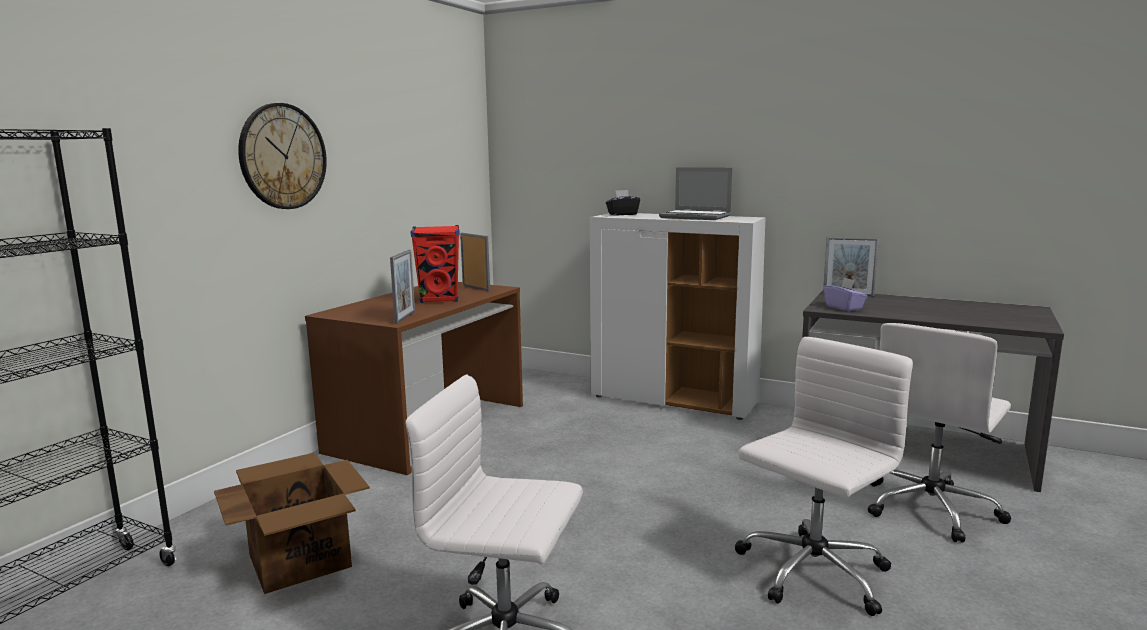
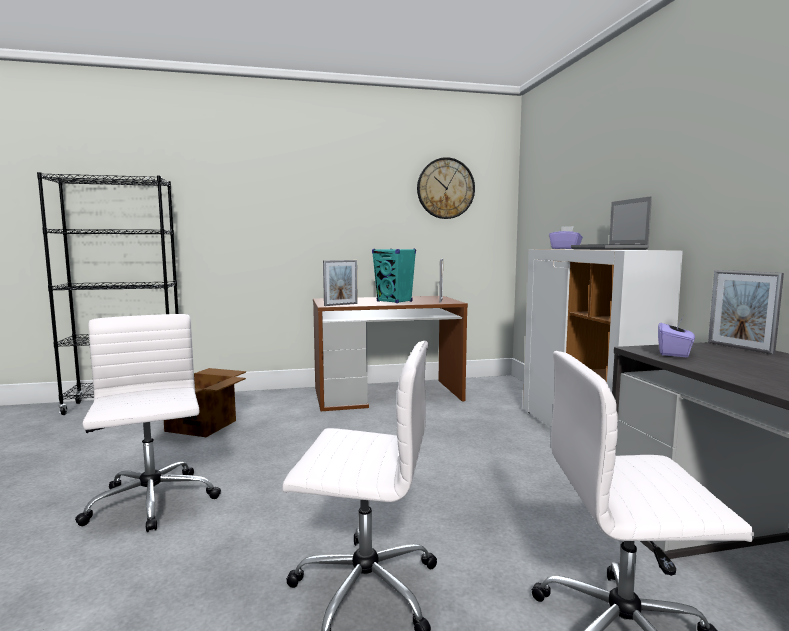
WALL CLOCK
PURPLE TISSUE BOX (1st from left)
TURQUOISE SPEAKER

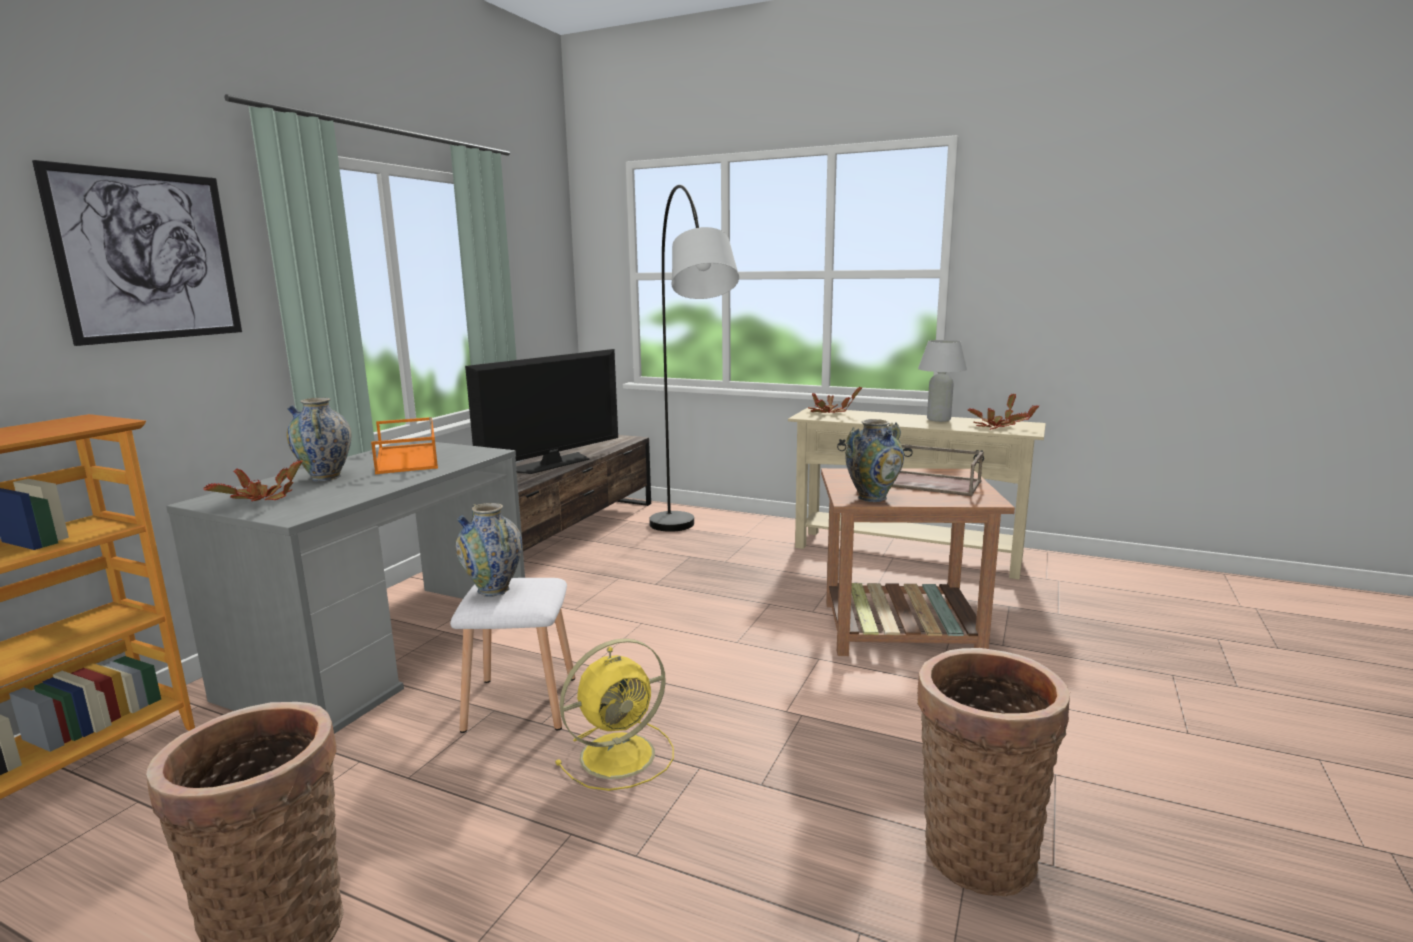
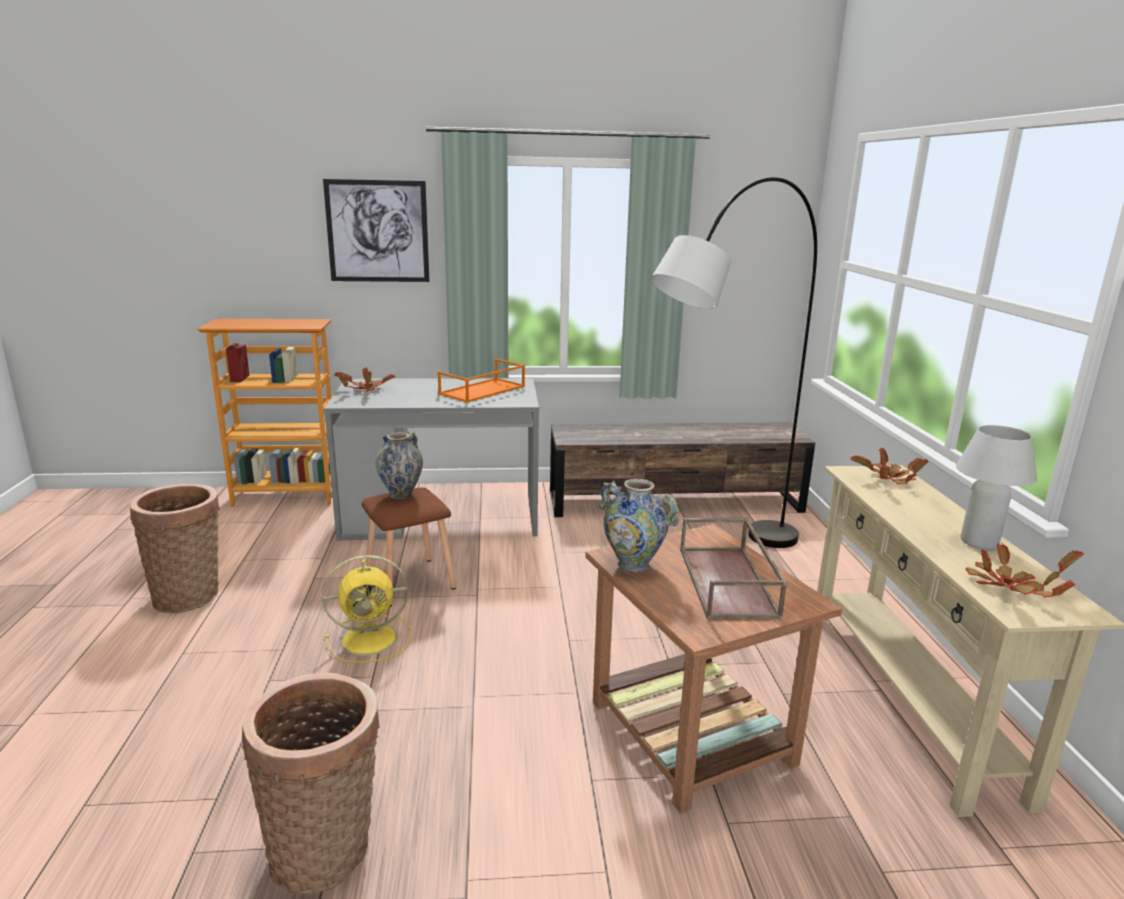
TELEVISION
VASE (1st from left in the first image)
BROWN STOOL
YELLOW FAN

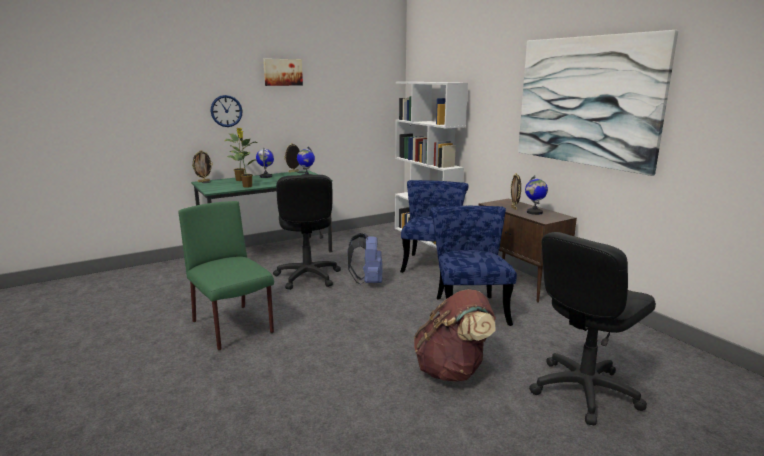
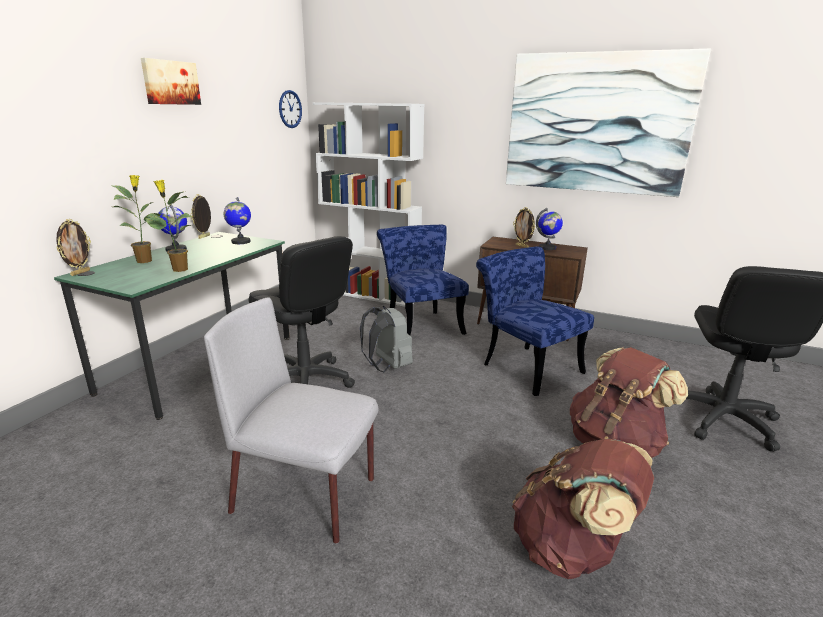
WALL CLOCK
GREY CHAIR
GREY BACKPACK
BROWN BACKPACK (1st from left)

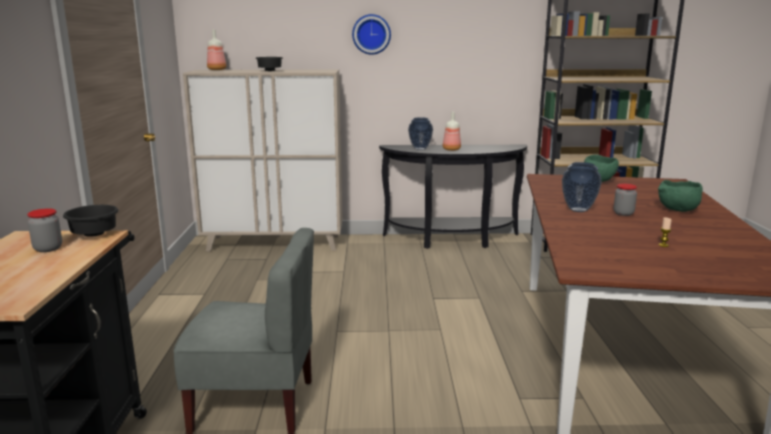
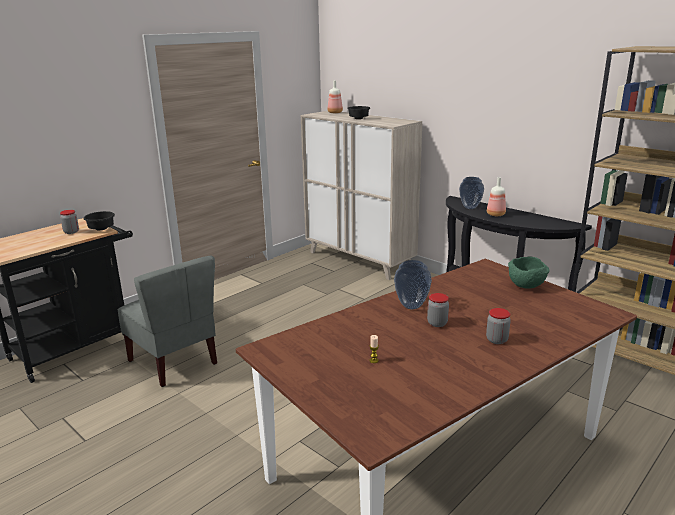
WALL CLOCK
JAR (3rd from left)

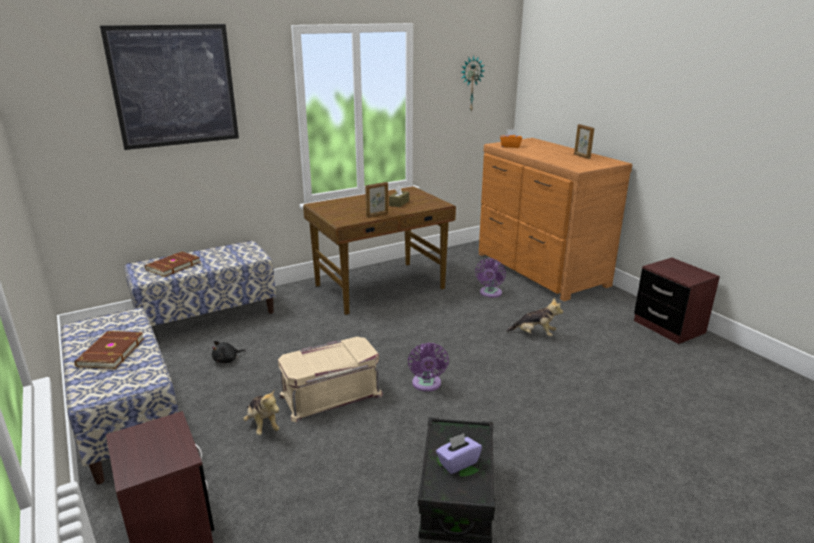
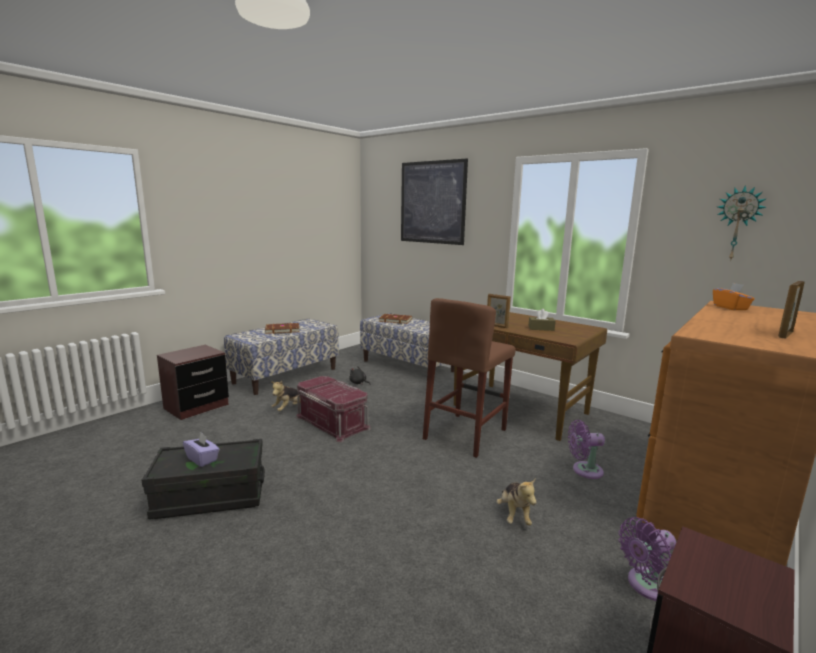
RED STORAGE BOX
PURPLE FAN (2nd from left)
BROWN STOOL

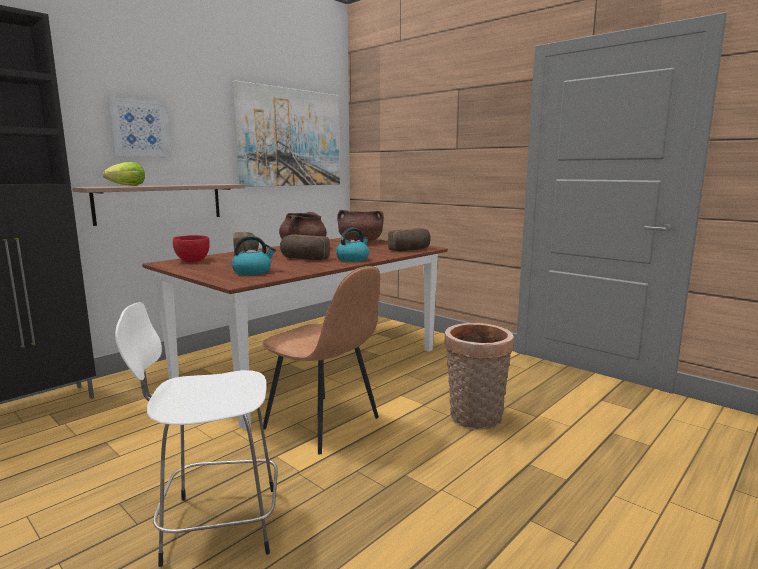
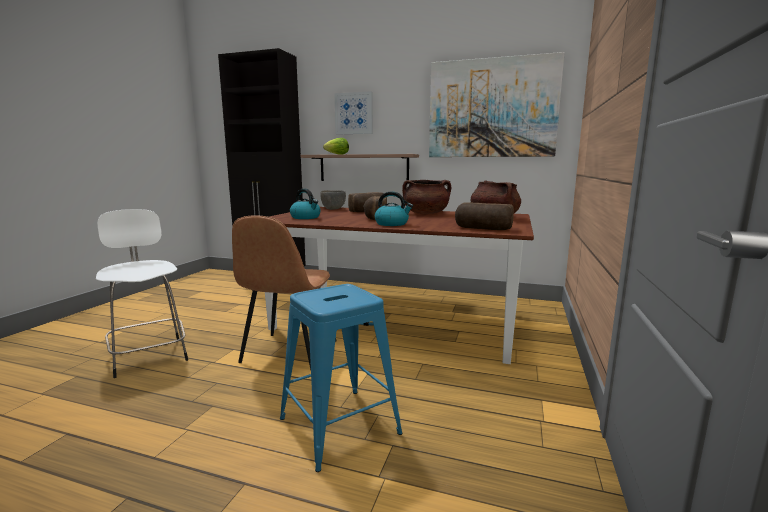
GREY BOWL
BLUE STOOL

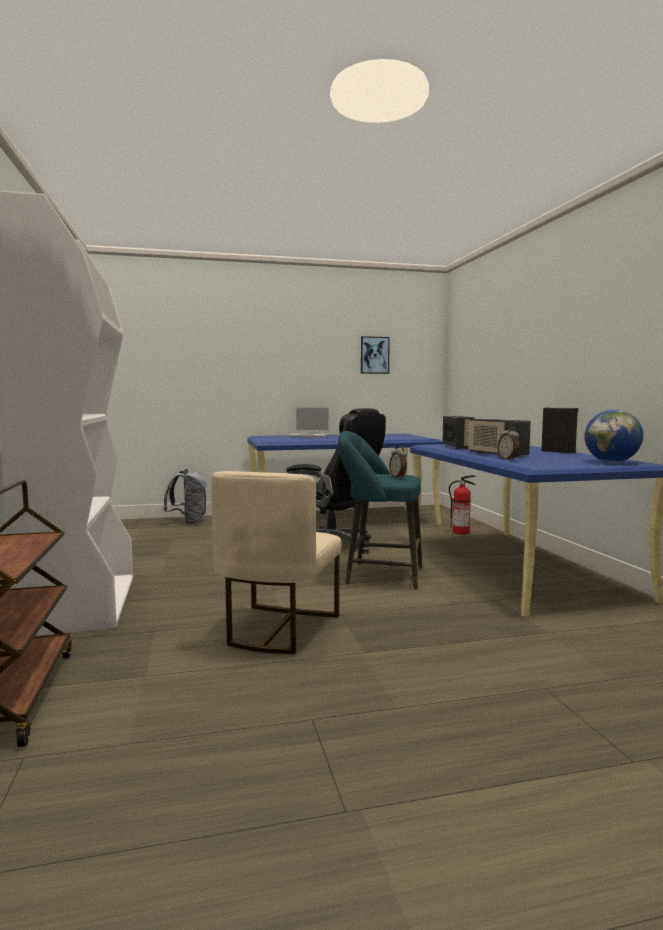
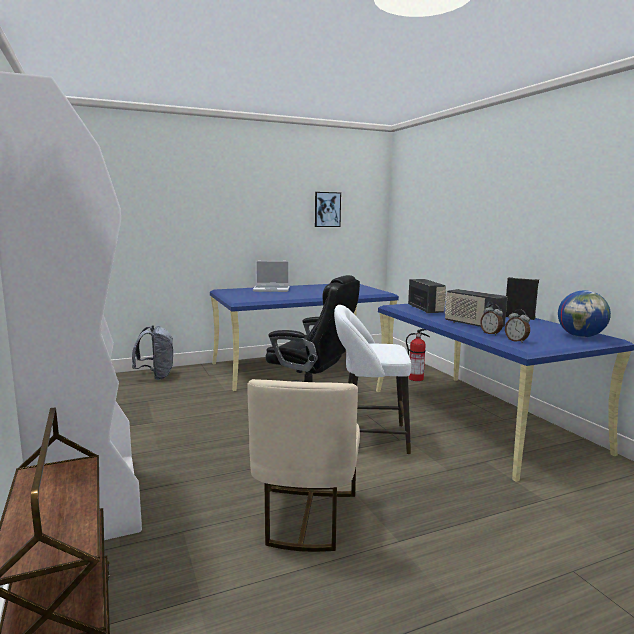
WHITE STOOL
ALARM CLOCK (2nd from left)

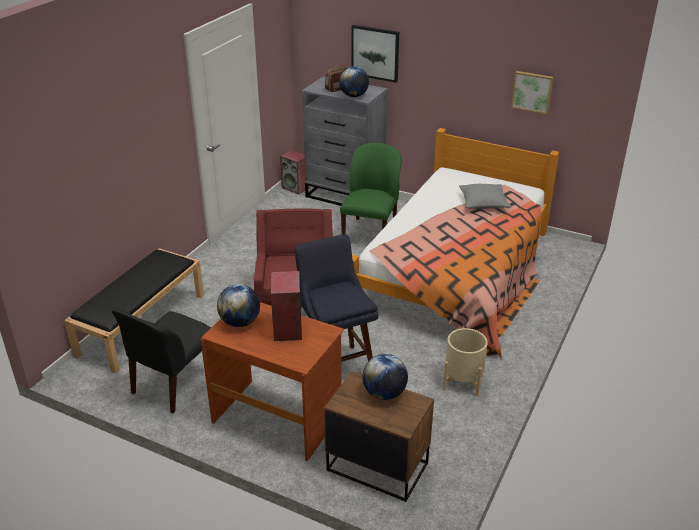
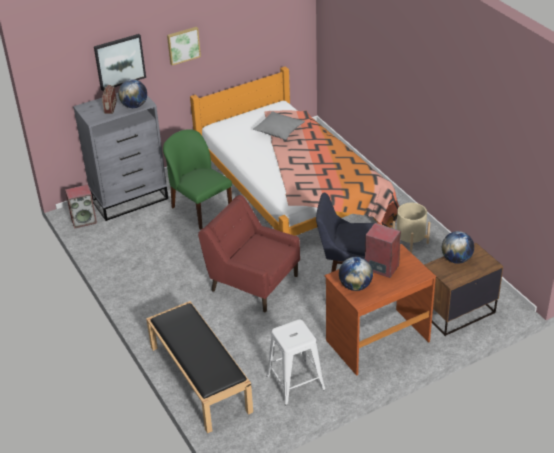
PICTURE (2nd from left)
WHITE STOOL

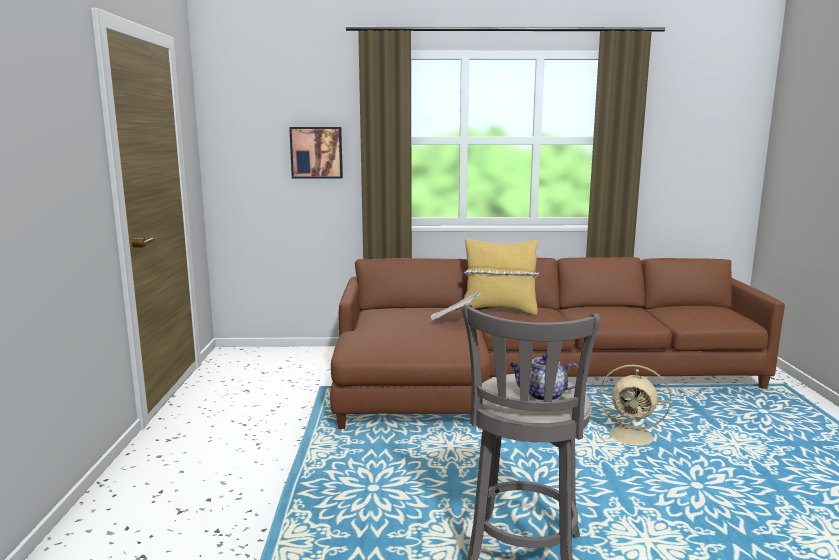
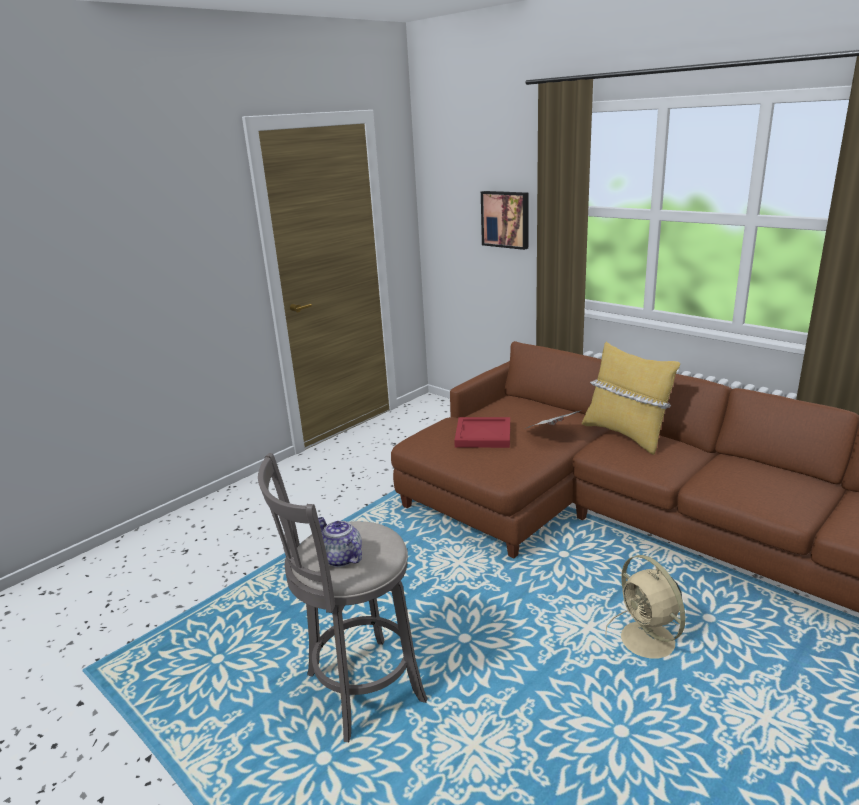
RED TRAY

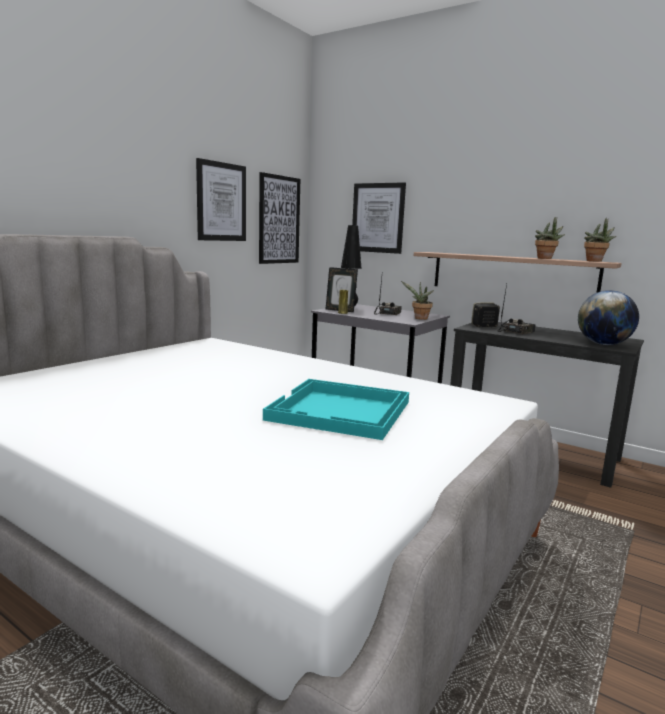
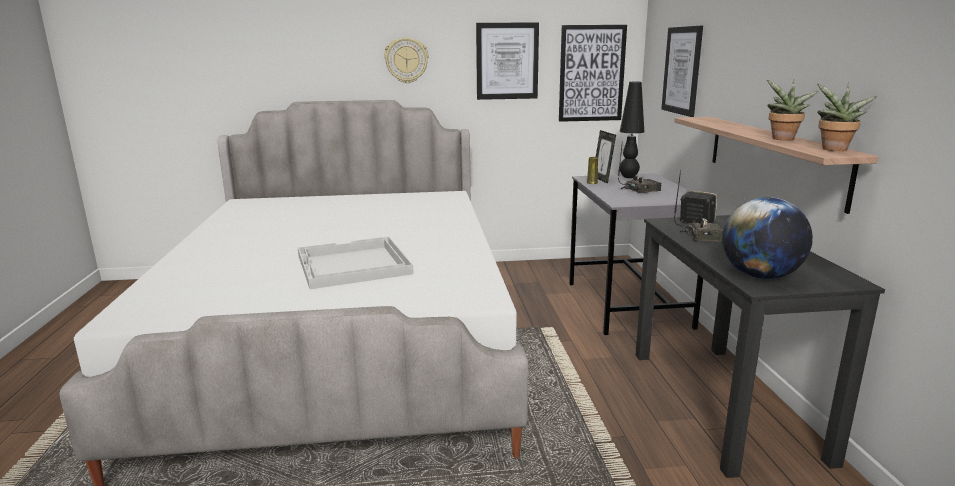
POTTED PLANT (1st from left in the first image)
WHITE TRAY
WALL CLOCK

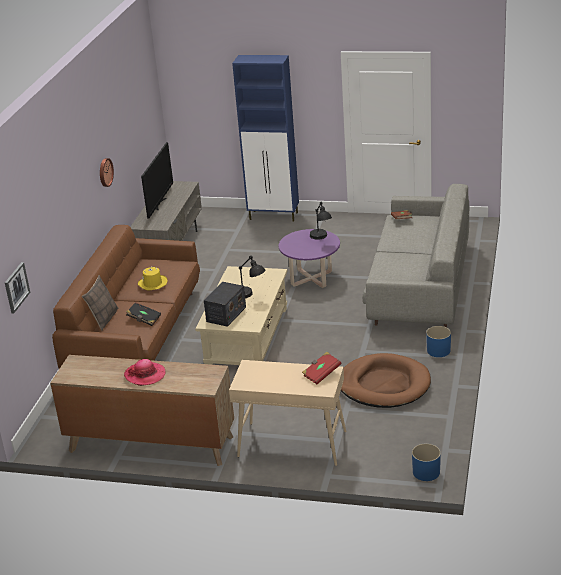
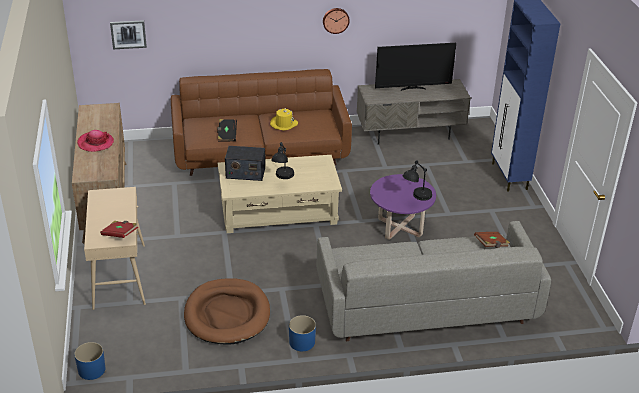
PILLOW

